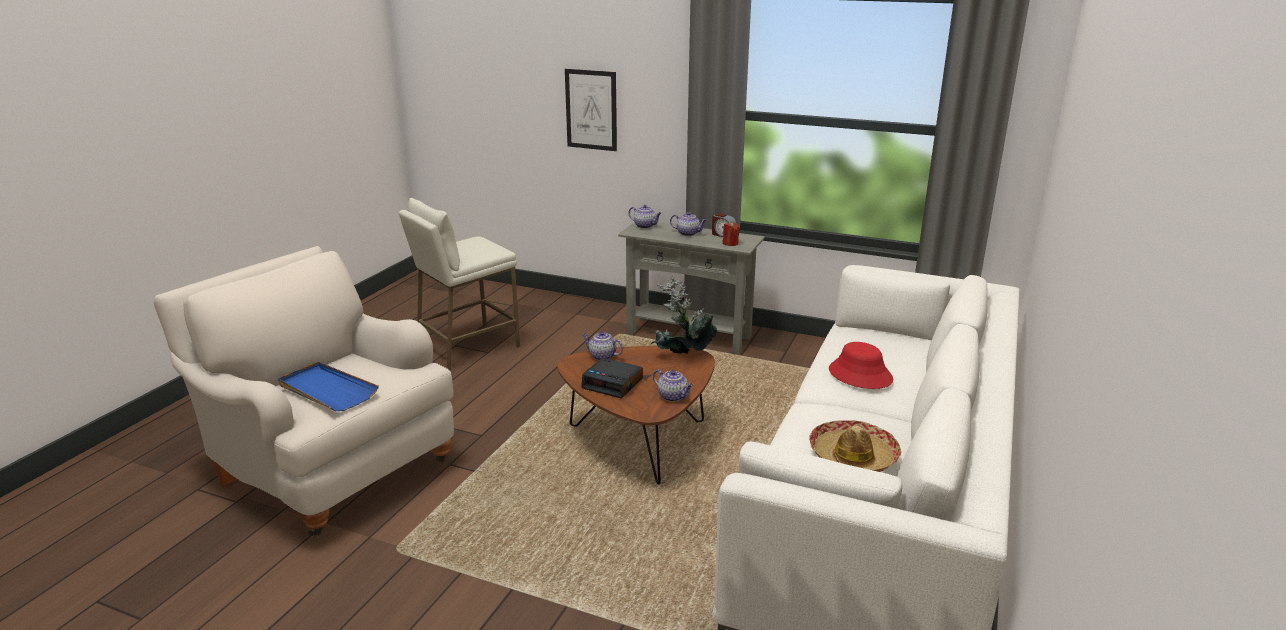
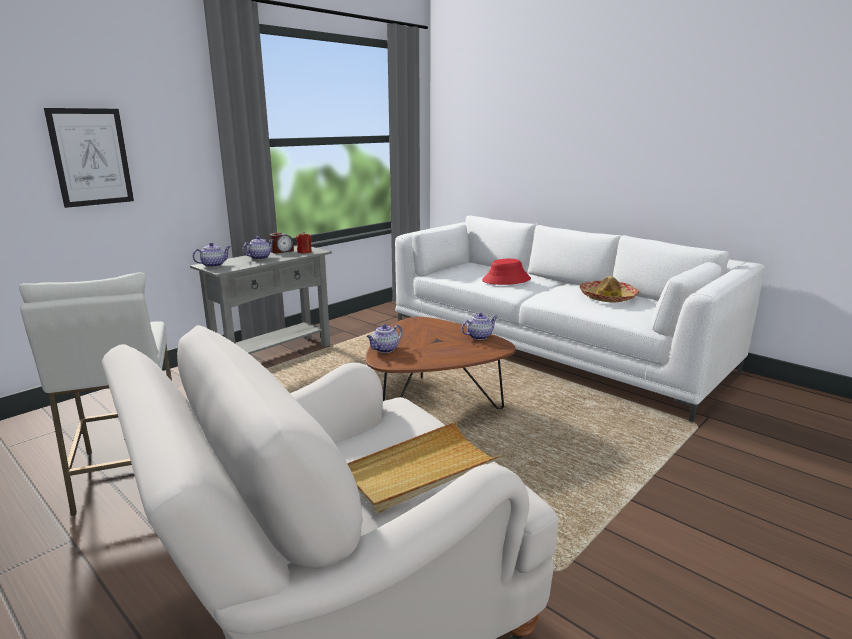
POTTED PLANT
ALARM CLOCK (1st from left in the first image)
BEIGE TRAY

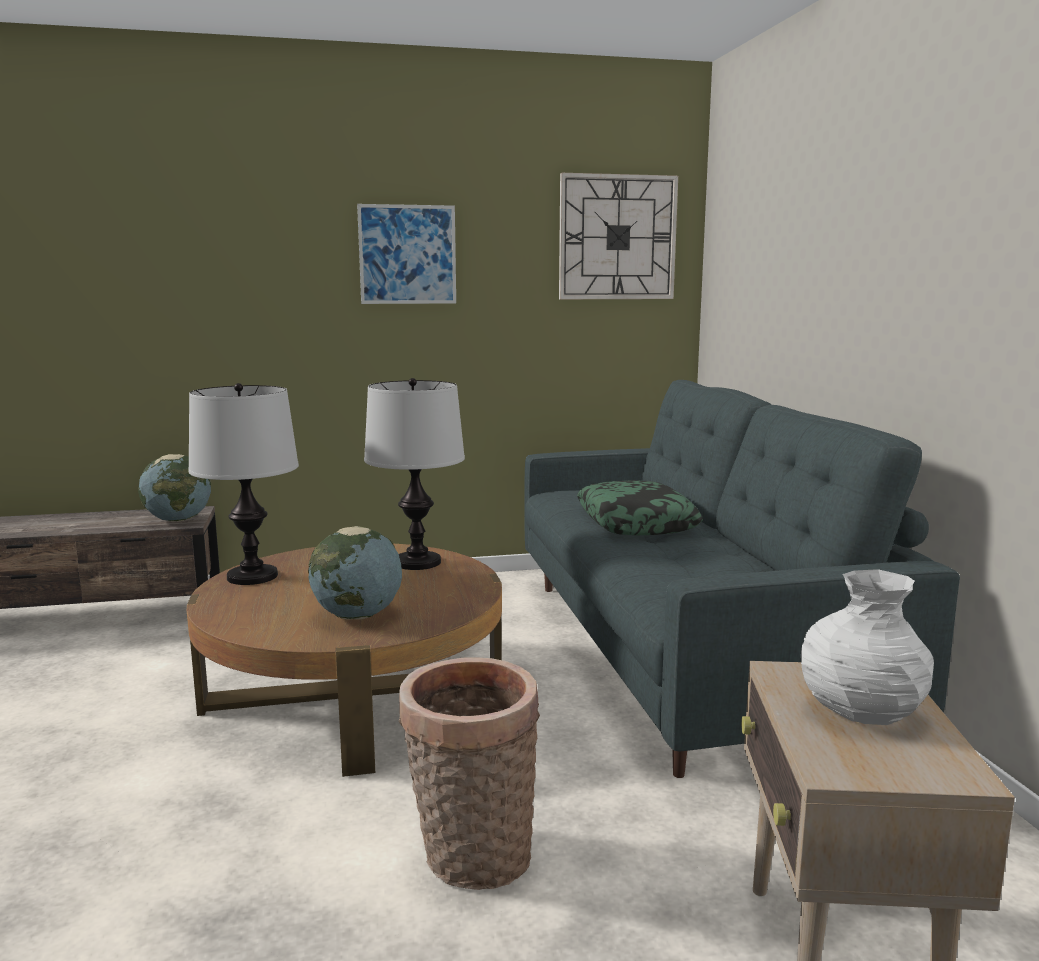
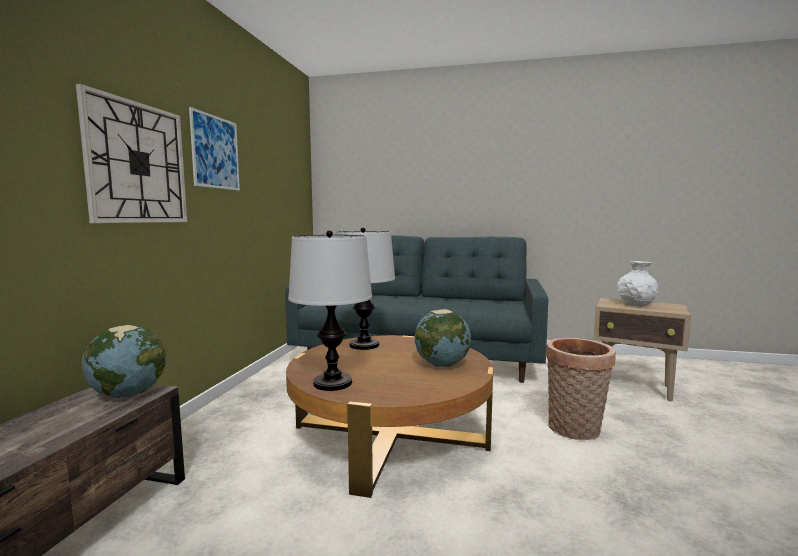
WALL CLOCK
PILLOW

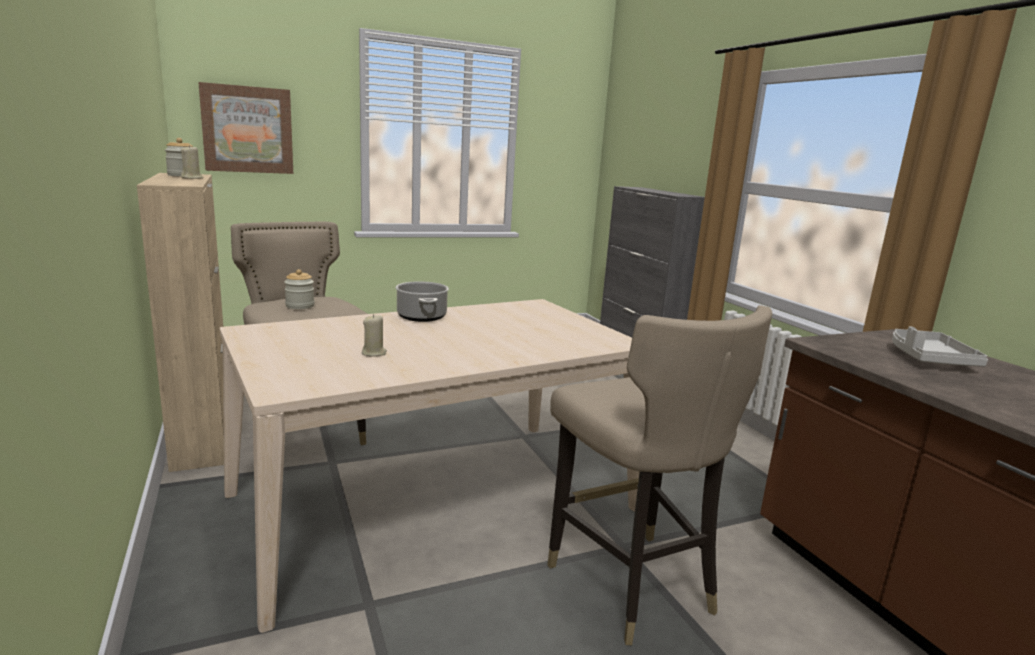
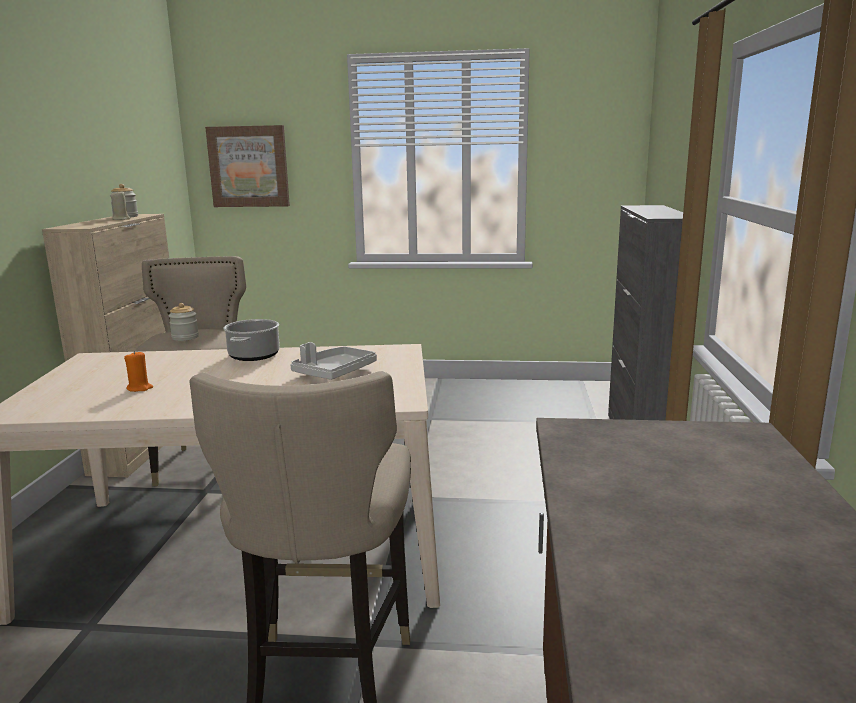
ORANGE CANDLE
GREY TRAY

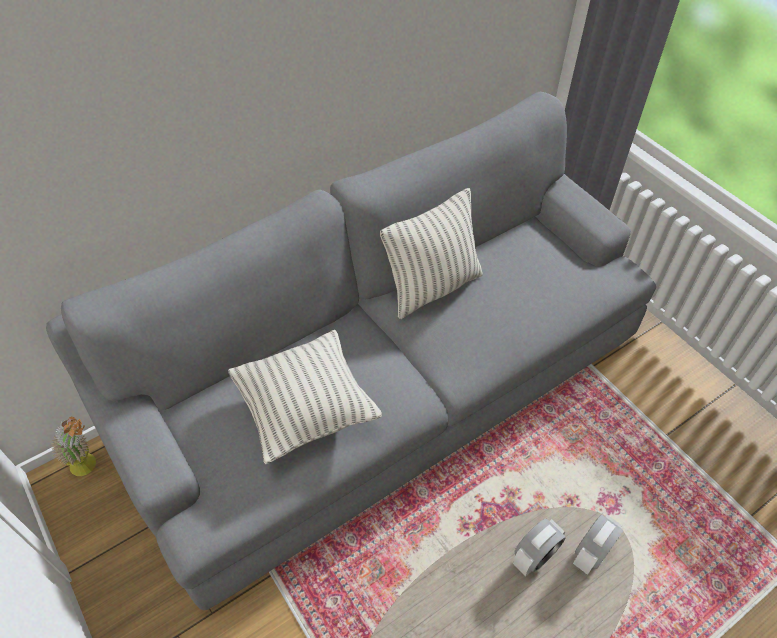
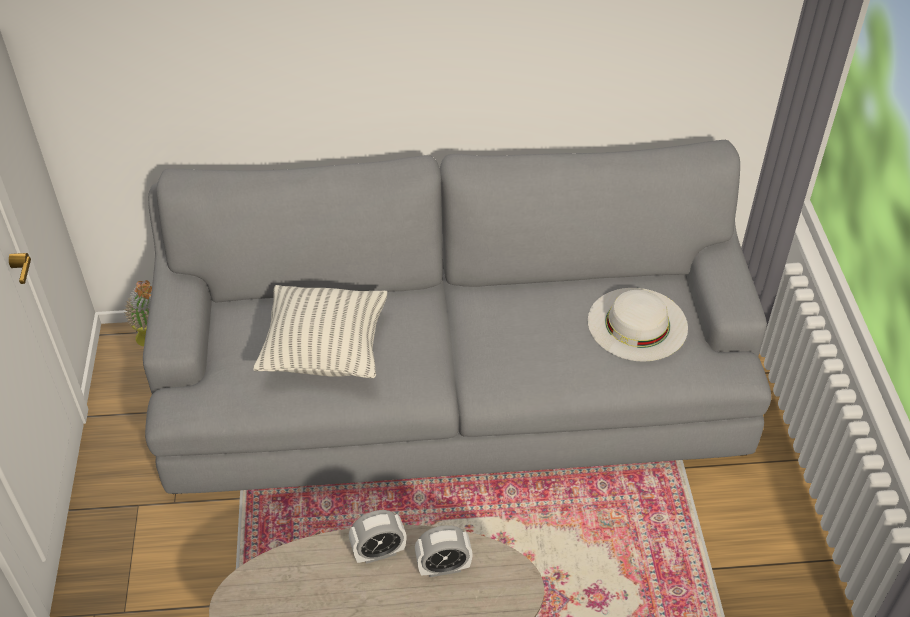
PILLOW (2nd from left in the first image)
ALARM CLOCK (1st from left)
WHITE HAT

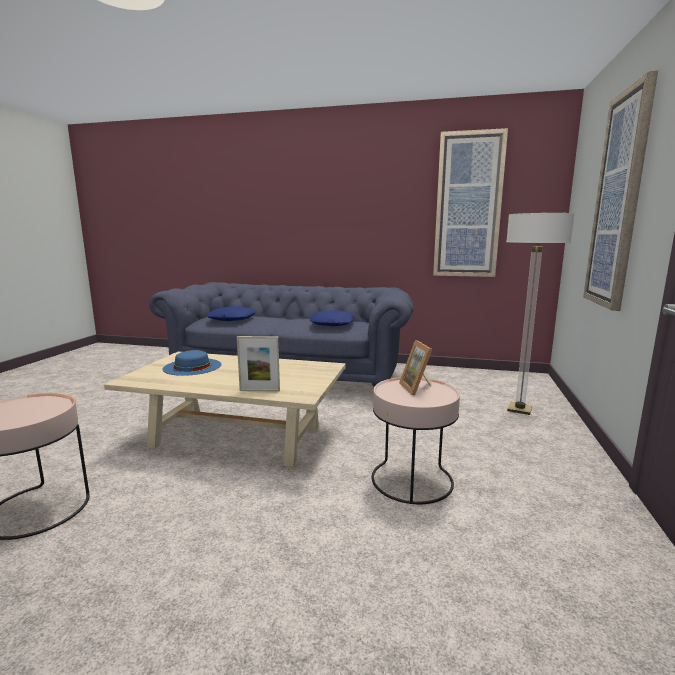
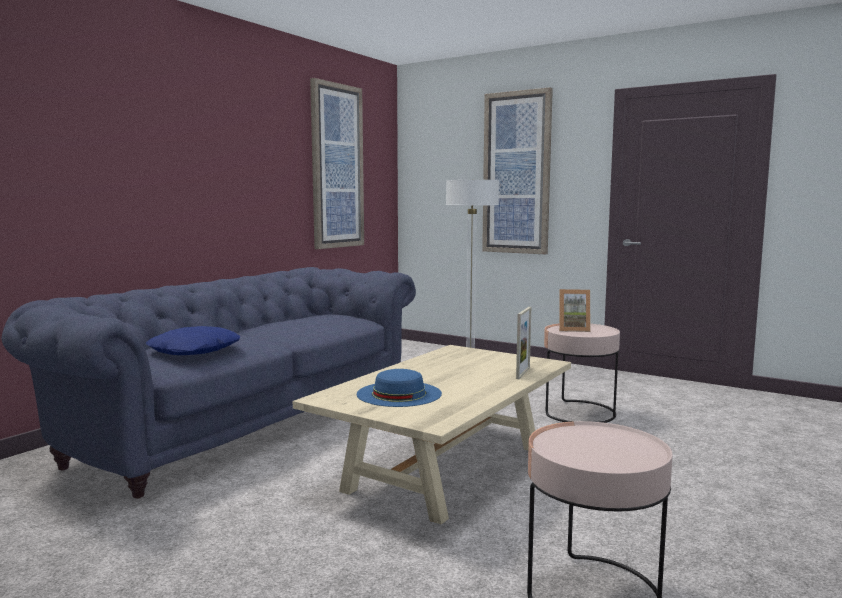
BLUE PILLOW (2nd from left in the first image)

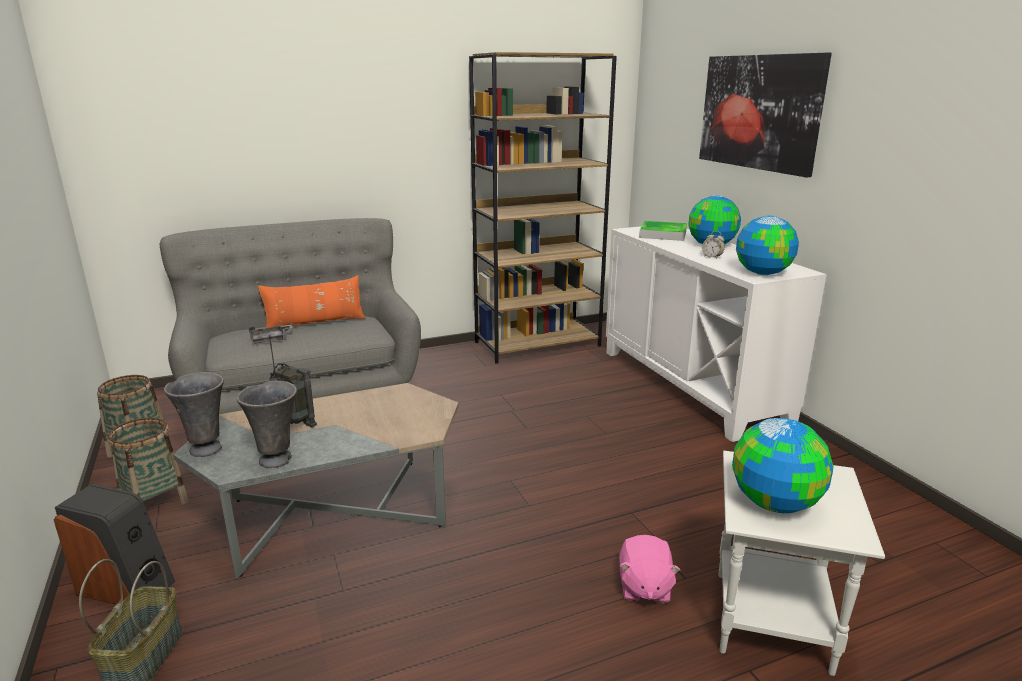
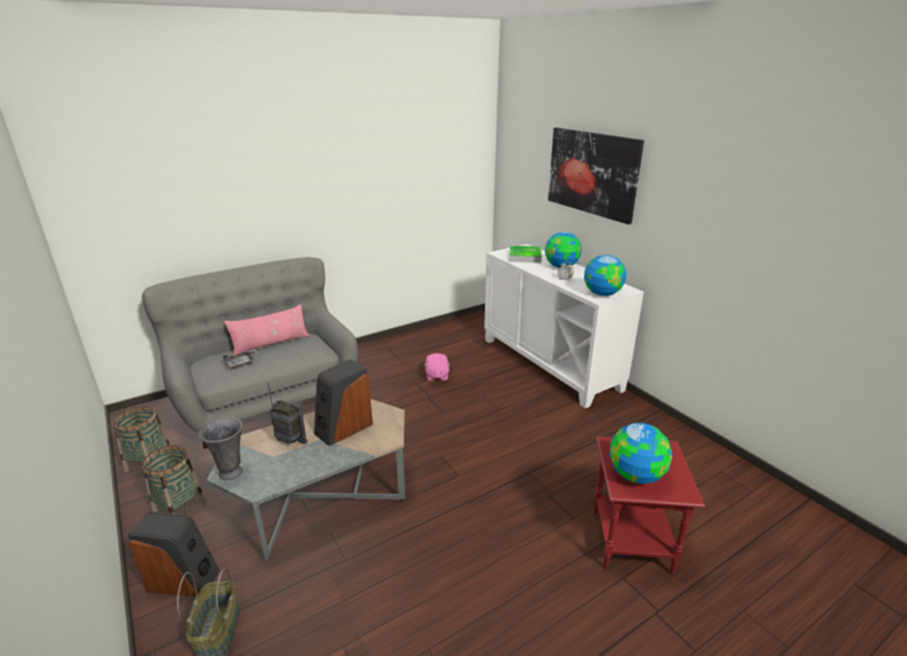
BROWN BOOKCASE
PINK PILLOW
GREY VASE (2nd from left in the first image)
RED SIDE TABLE
PINK PLUSH TOY
SPEAKER (2nd from left)

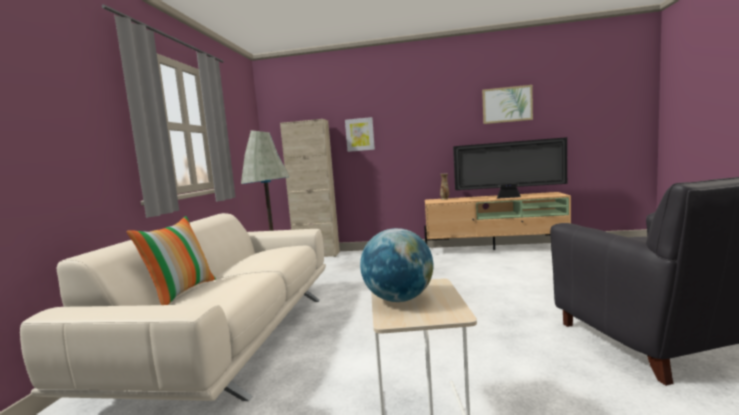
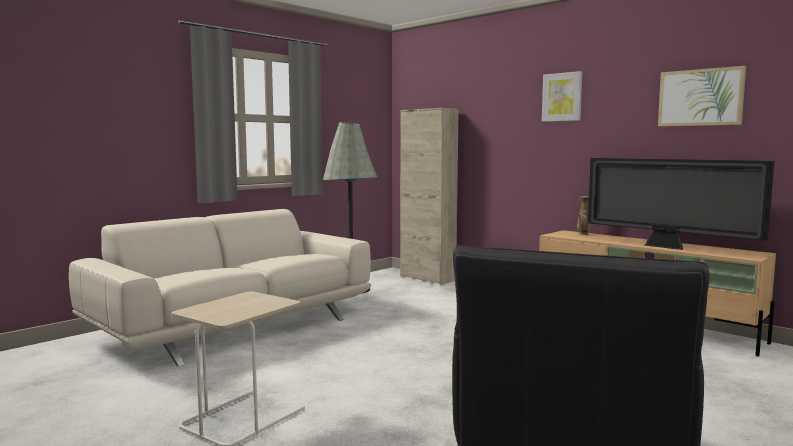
PICTURE (1st from left)
PILLOW
GLOBE

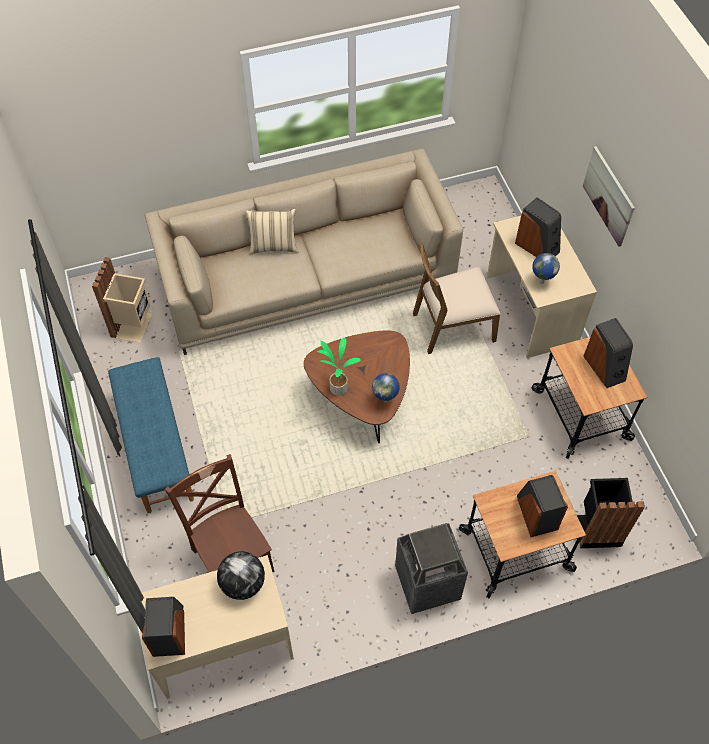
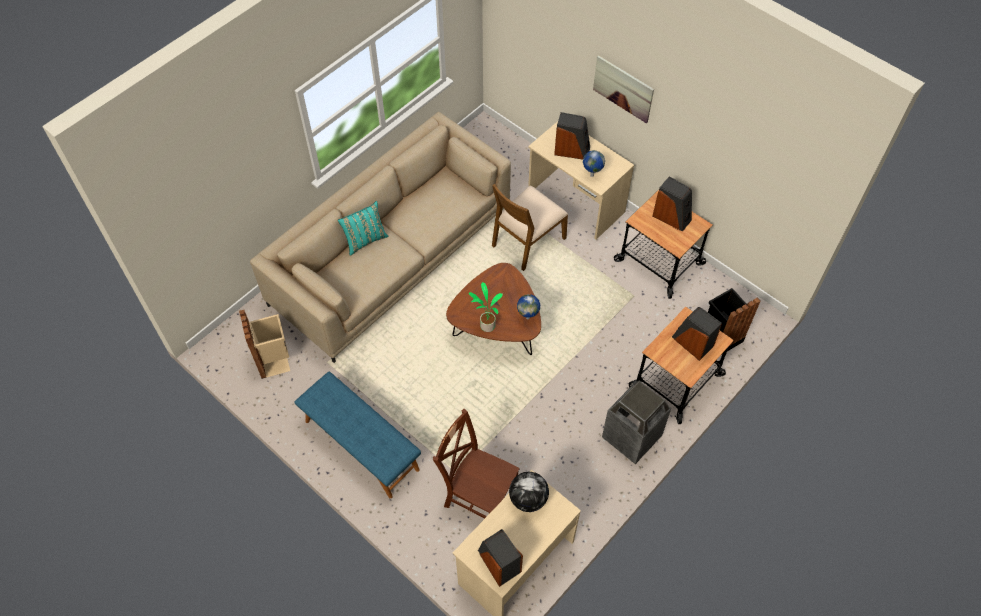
TURQUOISE PILLOW

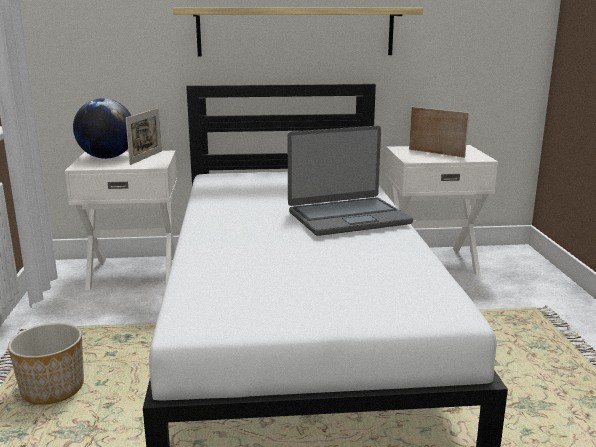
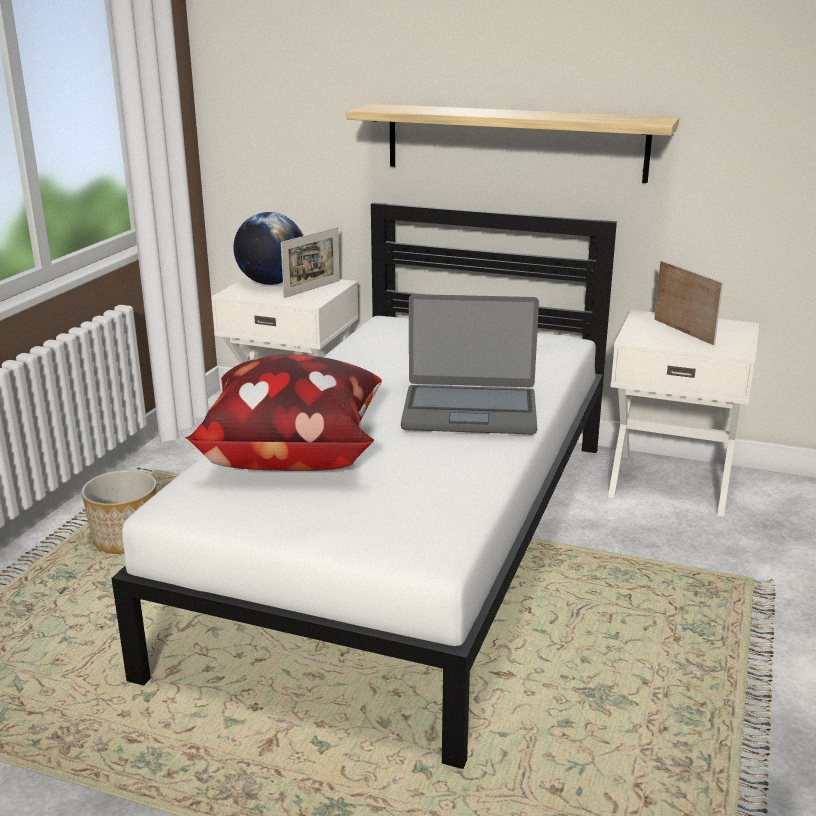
PILLOW

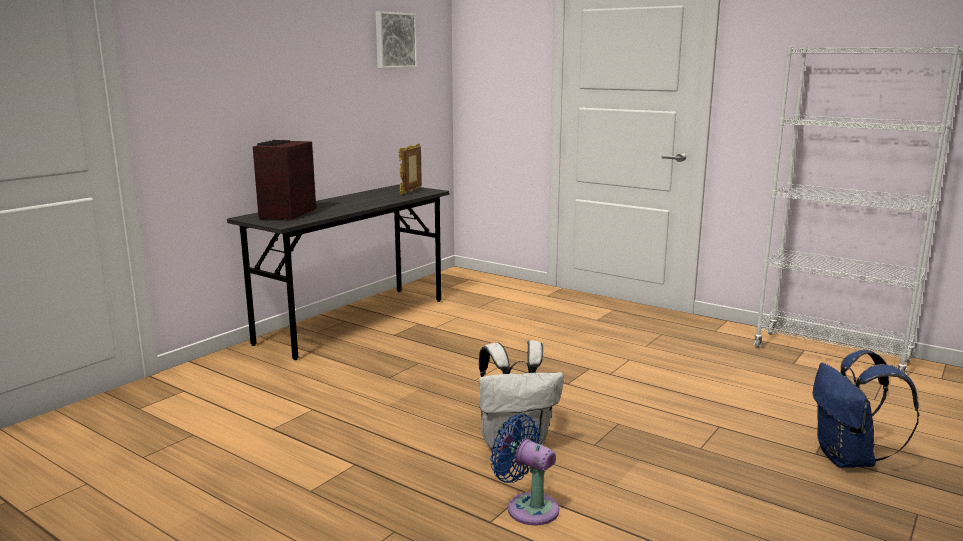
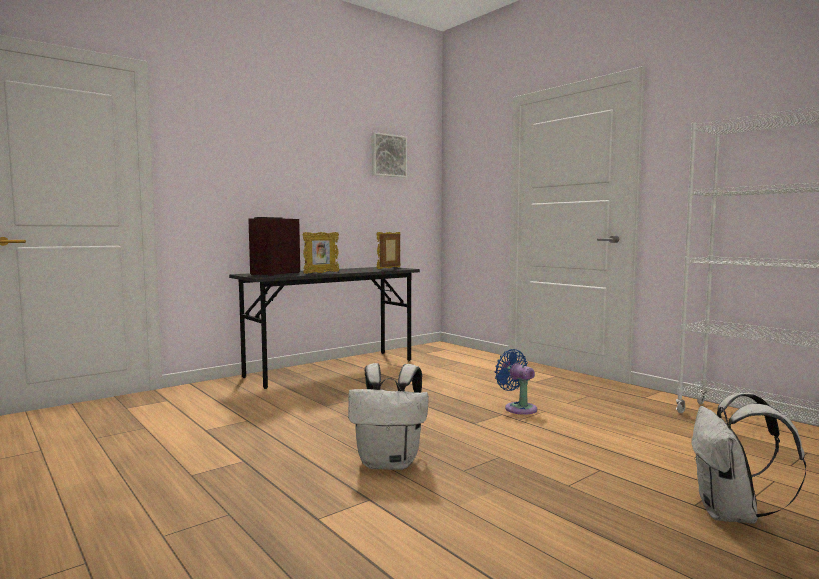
WHITE BACKPACK (2nd from left)
BLUE FAN
PICTURE FRAME (1st from left)

